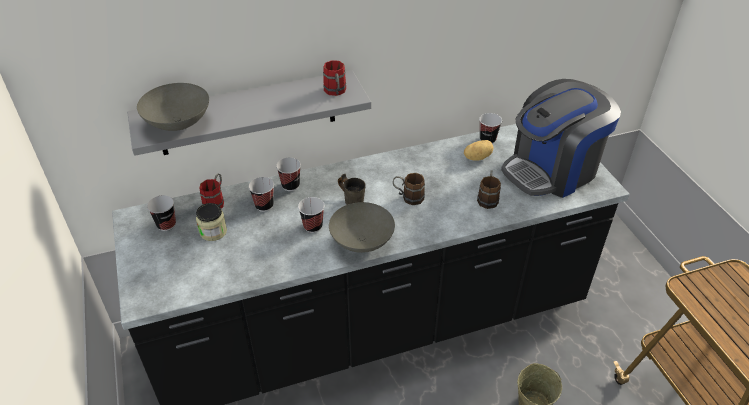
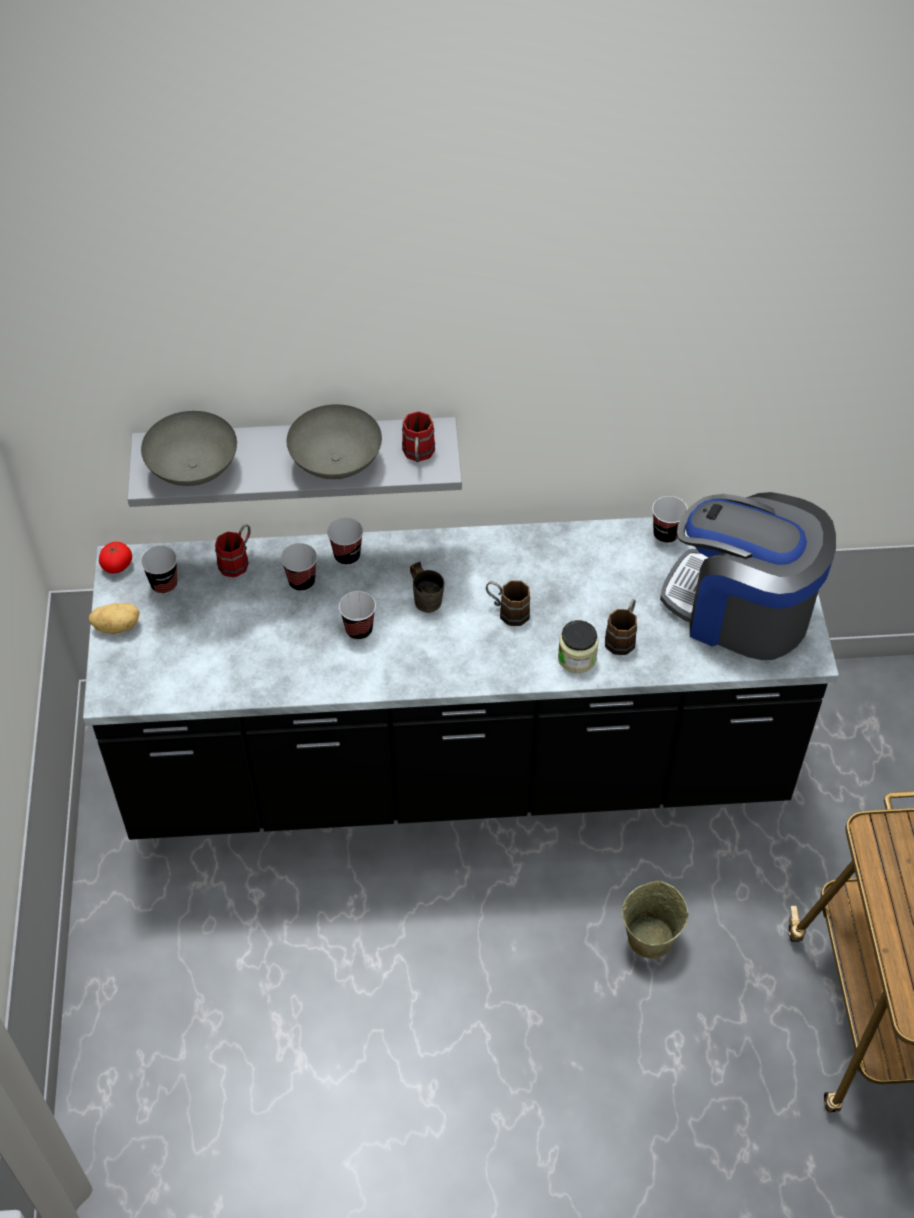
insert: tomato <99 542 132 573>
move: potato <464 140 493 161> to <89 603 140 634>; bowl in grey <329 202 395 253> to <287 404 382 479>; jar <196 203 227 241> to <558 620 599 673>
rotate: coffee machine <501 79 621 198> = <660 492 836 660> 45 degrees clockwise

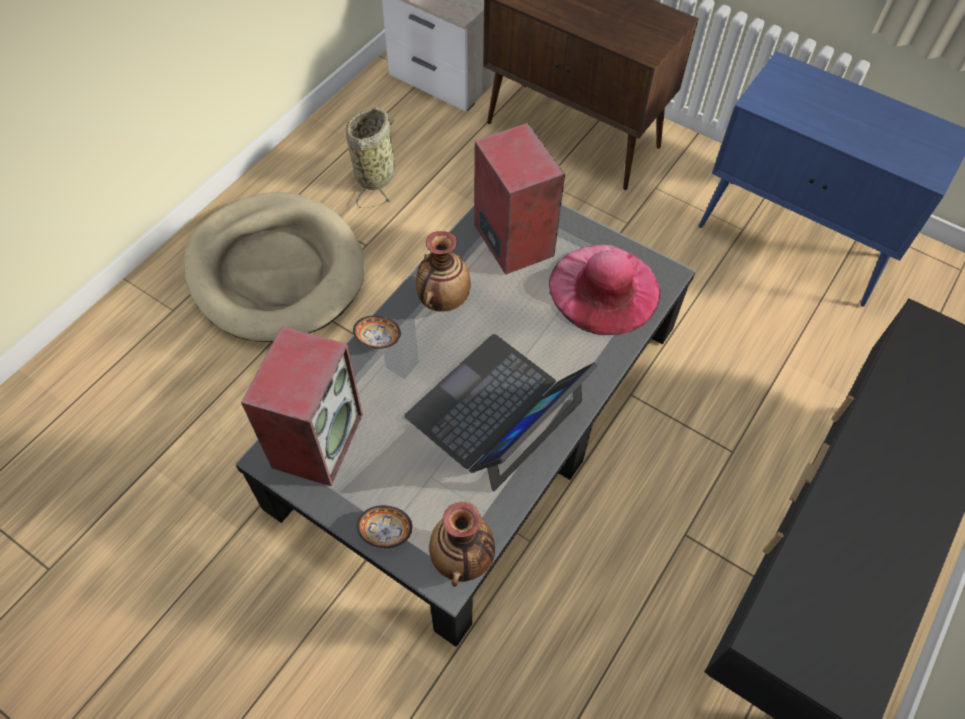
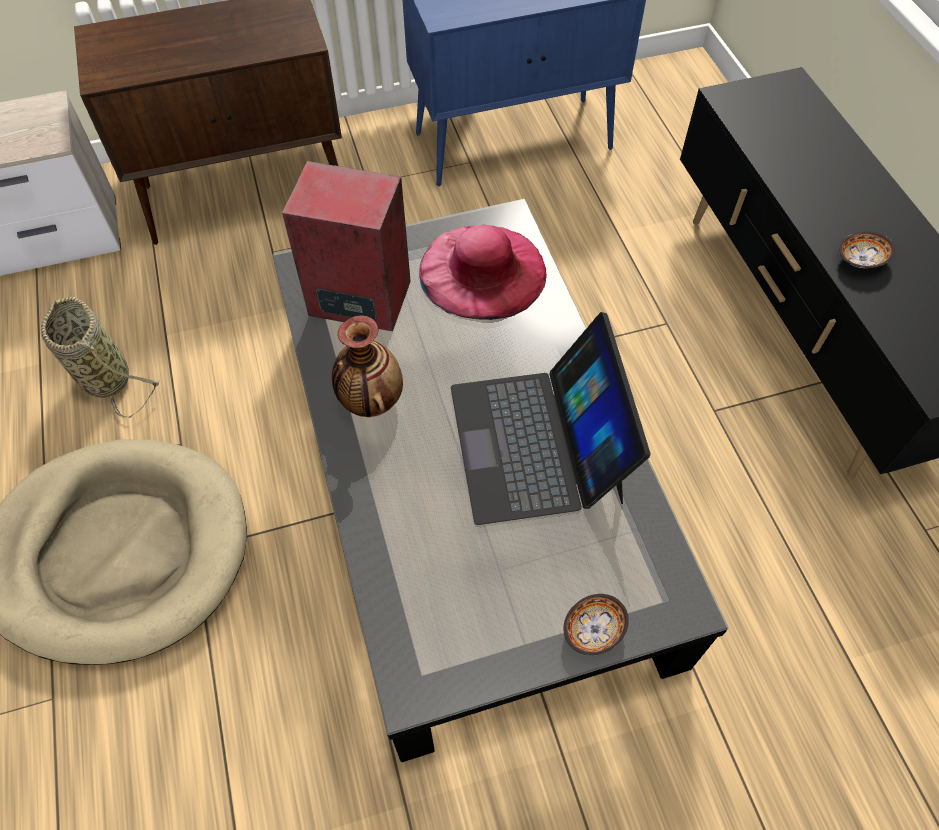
delete: speaker <241 326 363 486>; vase <429 502 495 587>
move: bowl <353 316 401 349> to <839 231 895 268>

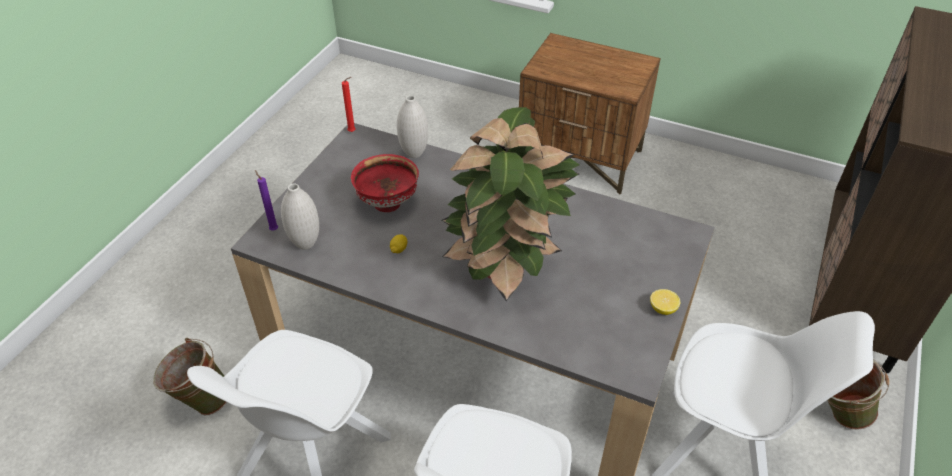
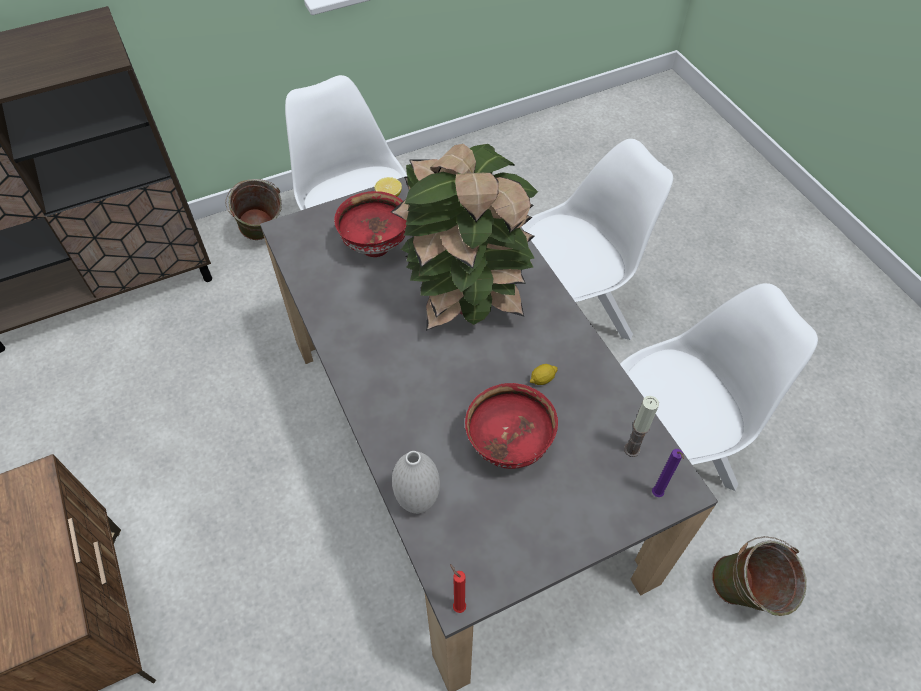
insert: bowl in red <334 191 406 257>
replace: vase in white <281 183 319 250> to candle <624 396 659 457>

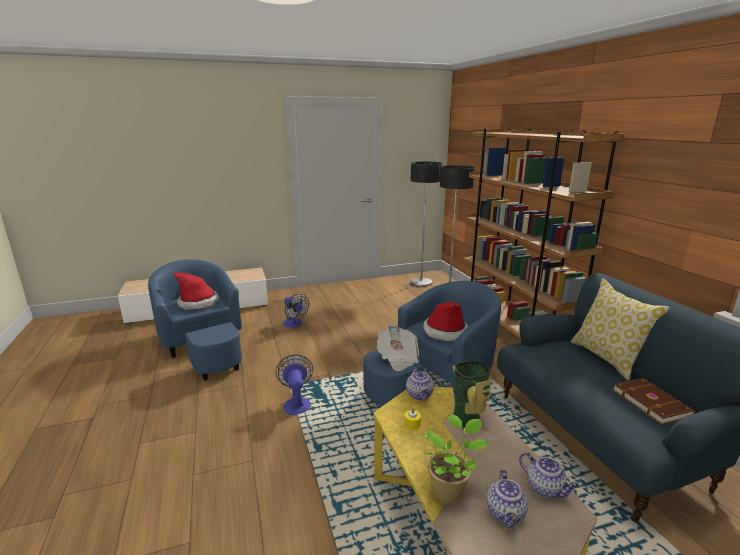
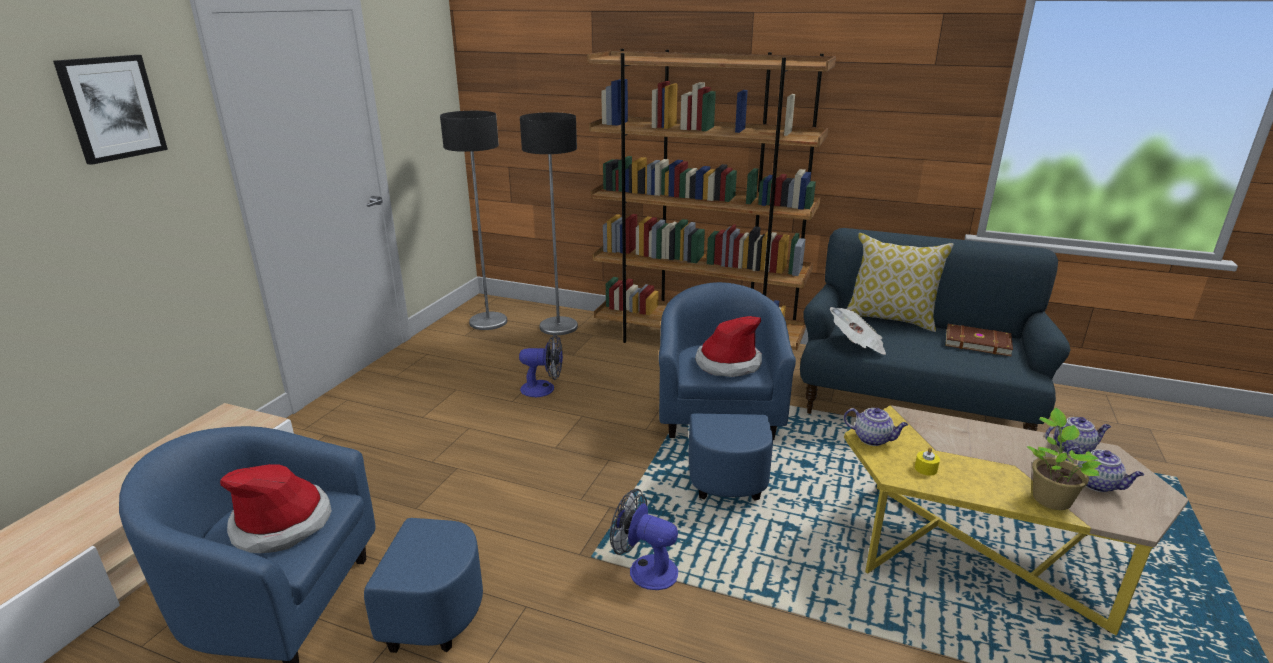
delete: vase <453 361 491 427>
insert: picture <53 55 168 165>
move: fan <283 294 309 328> to <519 334 563 397>; newspaper <376 325 419 371> to <830 307 886 355>

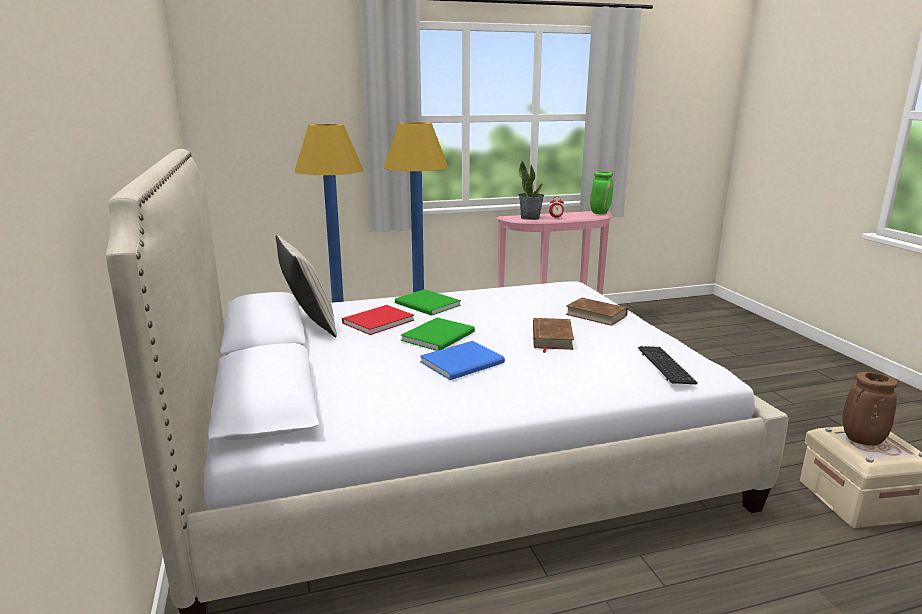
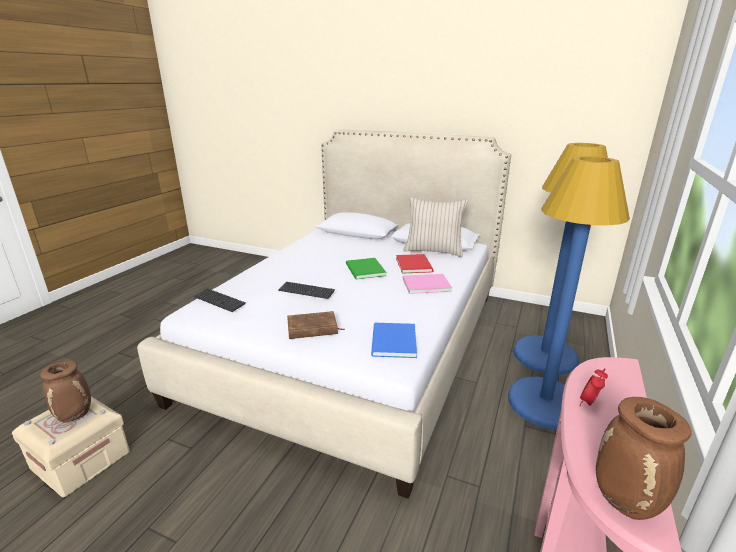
delete: potted plant <518 161 544 220>
move: book in blue <420 341 505 380> to <371 323 417 358>
replace: book in brown <533 318 574 353> to keyboard <278 282 335 299>
recolor: book in green <395 289 461 316> to book in pink <403 274 452 294>; vase in green <590 172 613 214> to vase in brown <596 397 692 520>

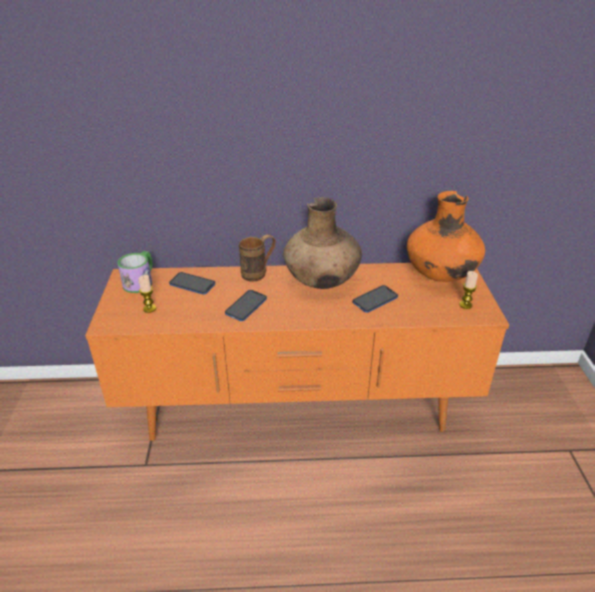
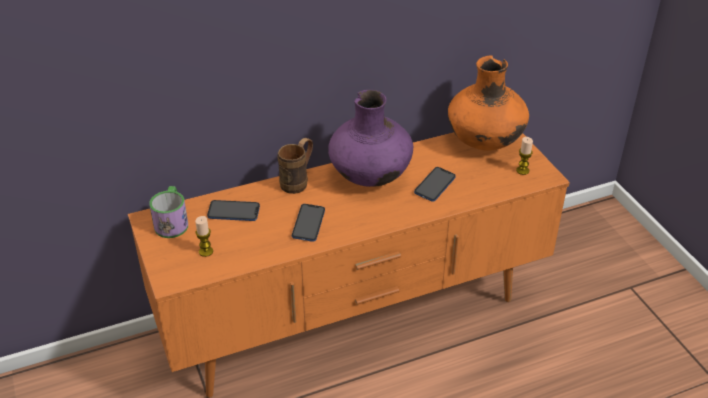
recolor: vase in brown <283 197 362 289> to vase in purple <328 90 413 187>

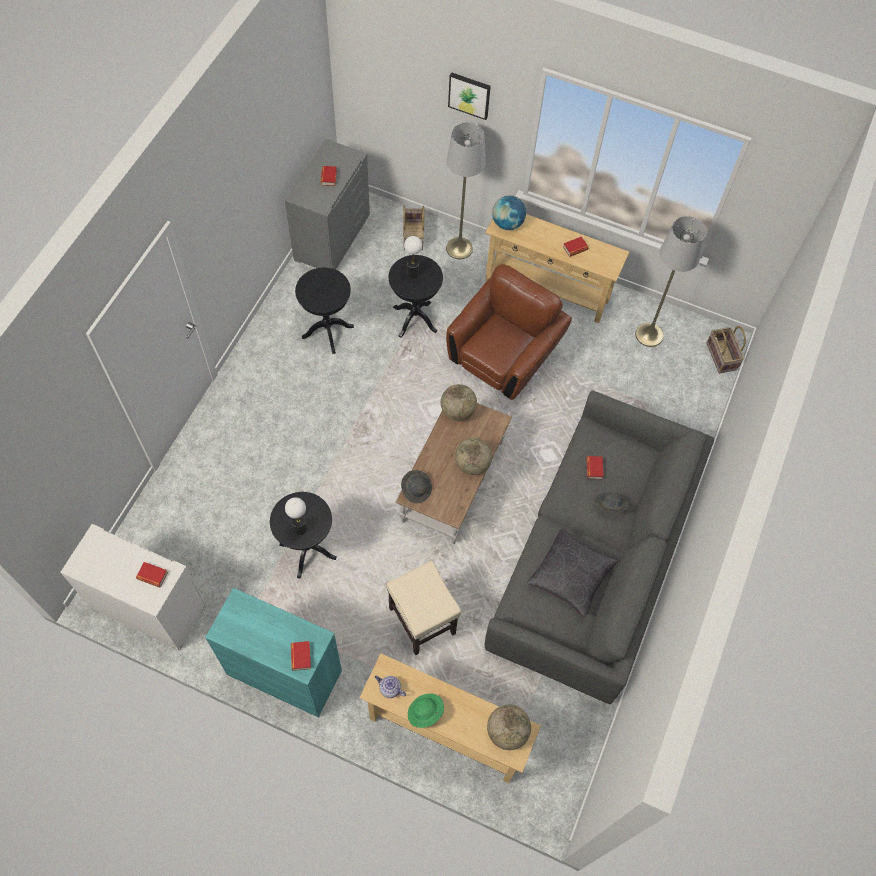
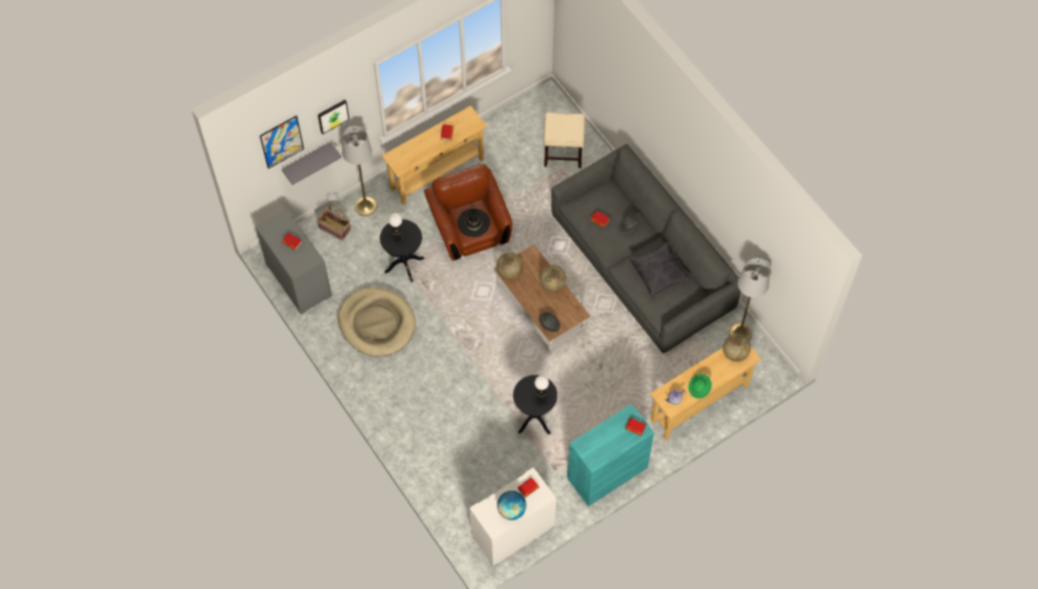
delete: basket <706 326 746 373>
insert: picture <260 115 304 169>; shelf in grey <282 142 342 185>; hat in black <457 209 490 237>
move: globe <492 196 526 230> to <497 491 526 520>; stool in beige <386 561 461 656> to <544 113 585 168>; floor lamp in grey <635 216 707 347> to <729 258 770 340>
replace: side table in black <295 268 354 354> to dog bed in beige <338 287 416 357>

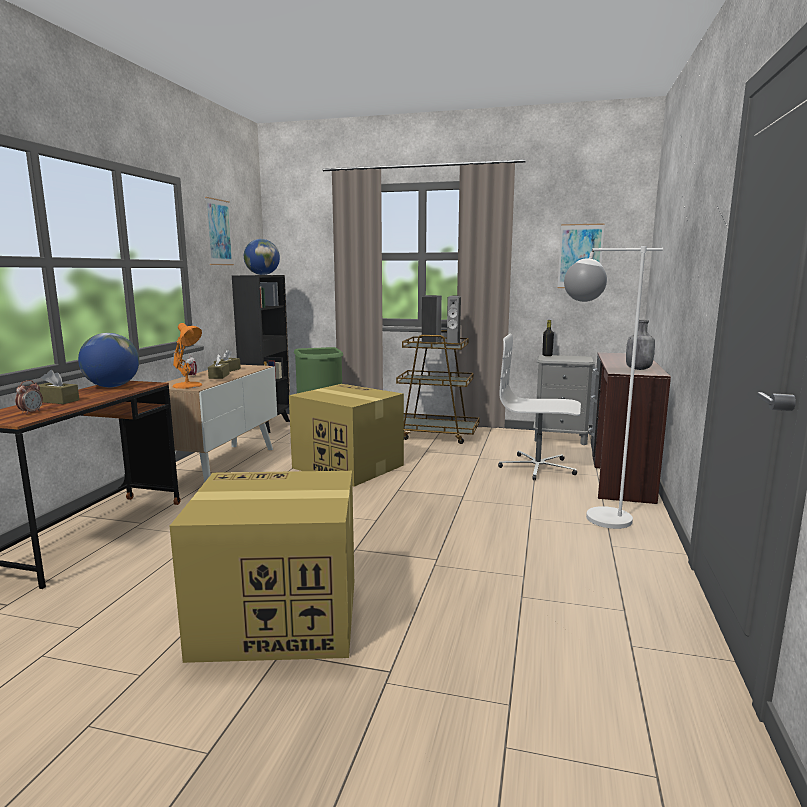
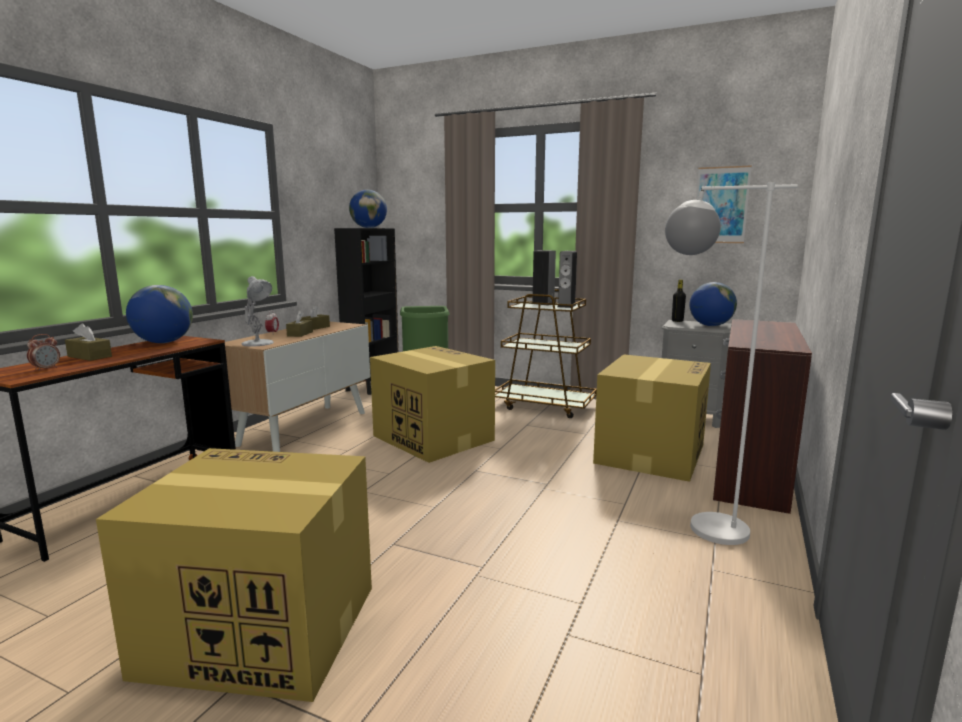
delete: picture <205 197 234 265>; bottle in grey <626 320 655 370>
insert: globe <689 282 737 326>
replace: office chair in white <498 334 581 480> to cardboard box <593 354 711 482>
recolor: table lamp in orange <172 323 202 389> to table lamp in white <242 276 274 346>

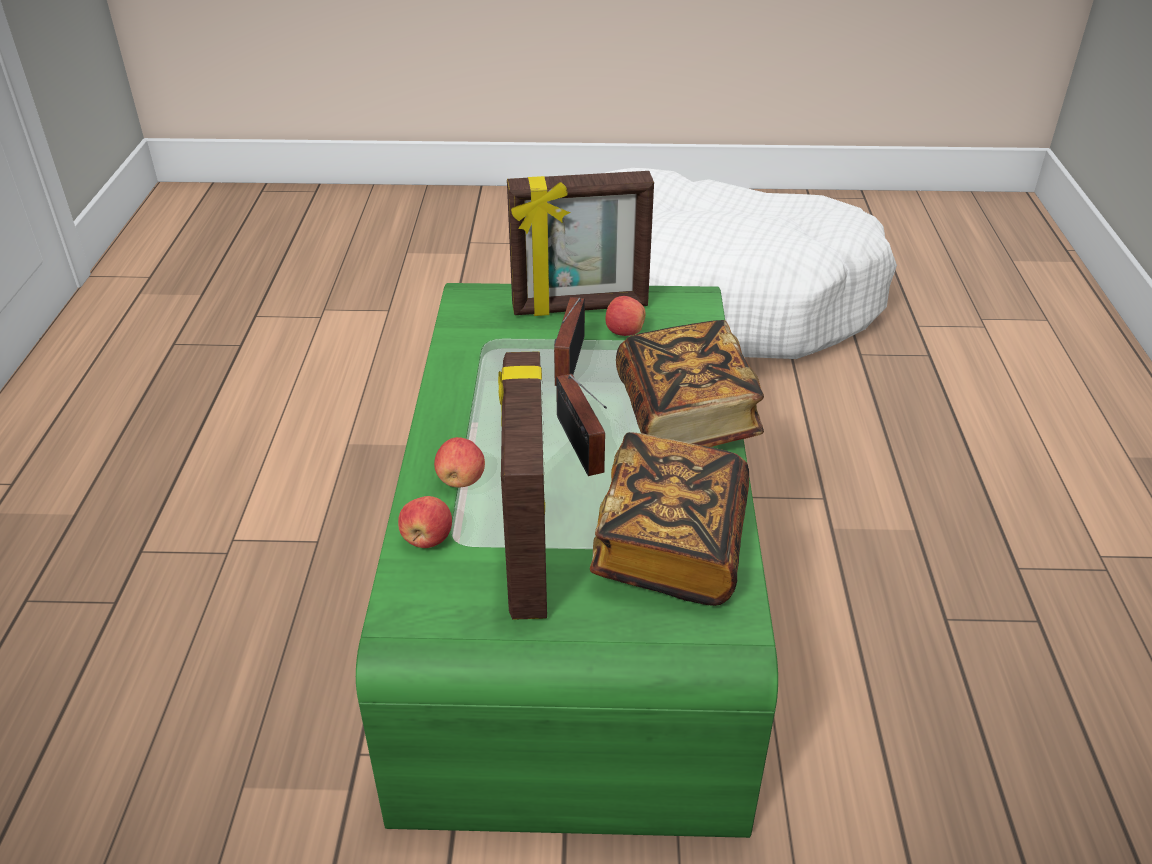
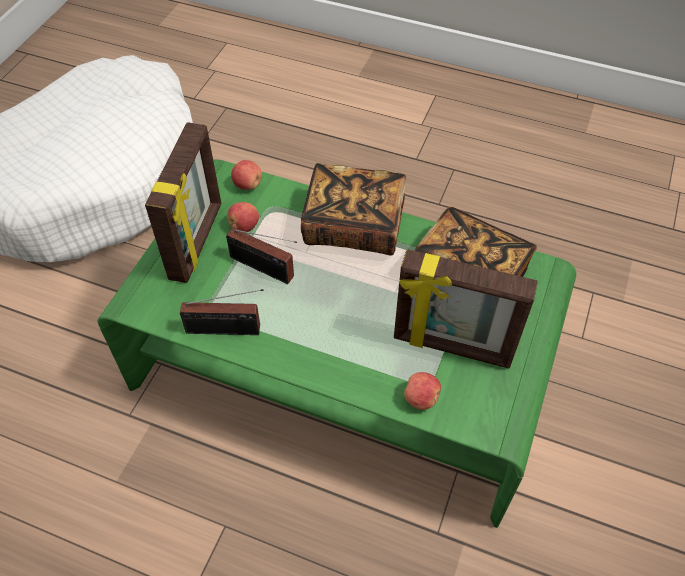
move: radio <556 374 607 476> to <180 289 263 335>; apple <434 437 485 488> to <231 160 262 190>

